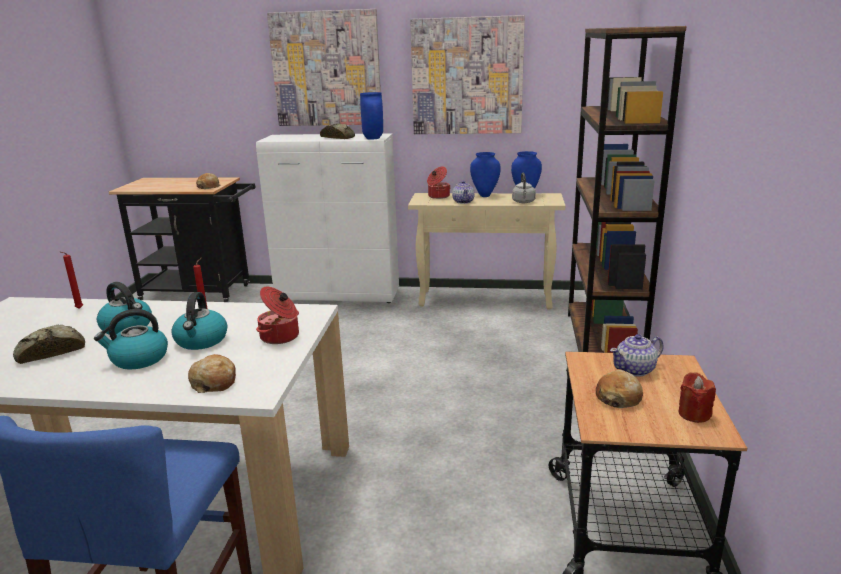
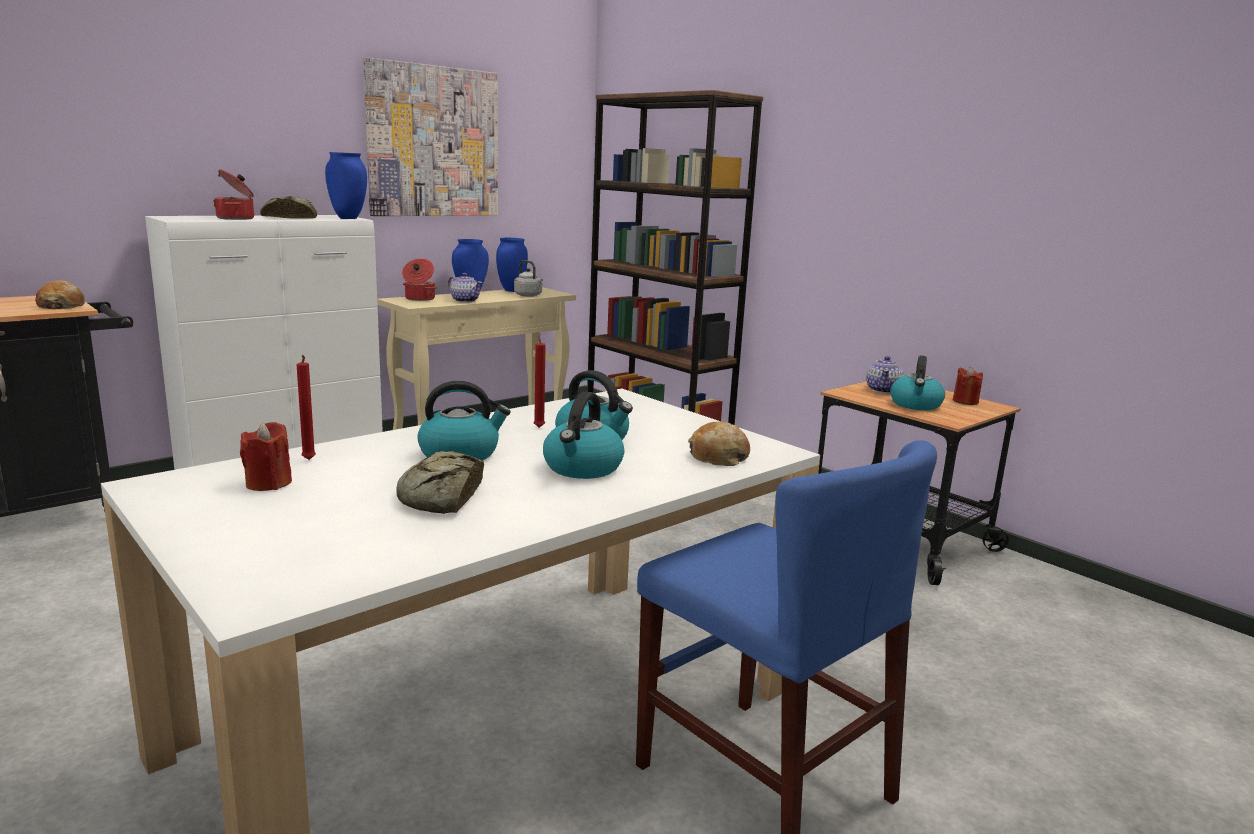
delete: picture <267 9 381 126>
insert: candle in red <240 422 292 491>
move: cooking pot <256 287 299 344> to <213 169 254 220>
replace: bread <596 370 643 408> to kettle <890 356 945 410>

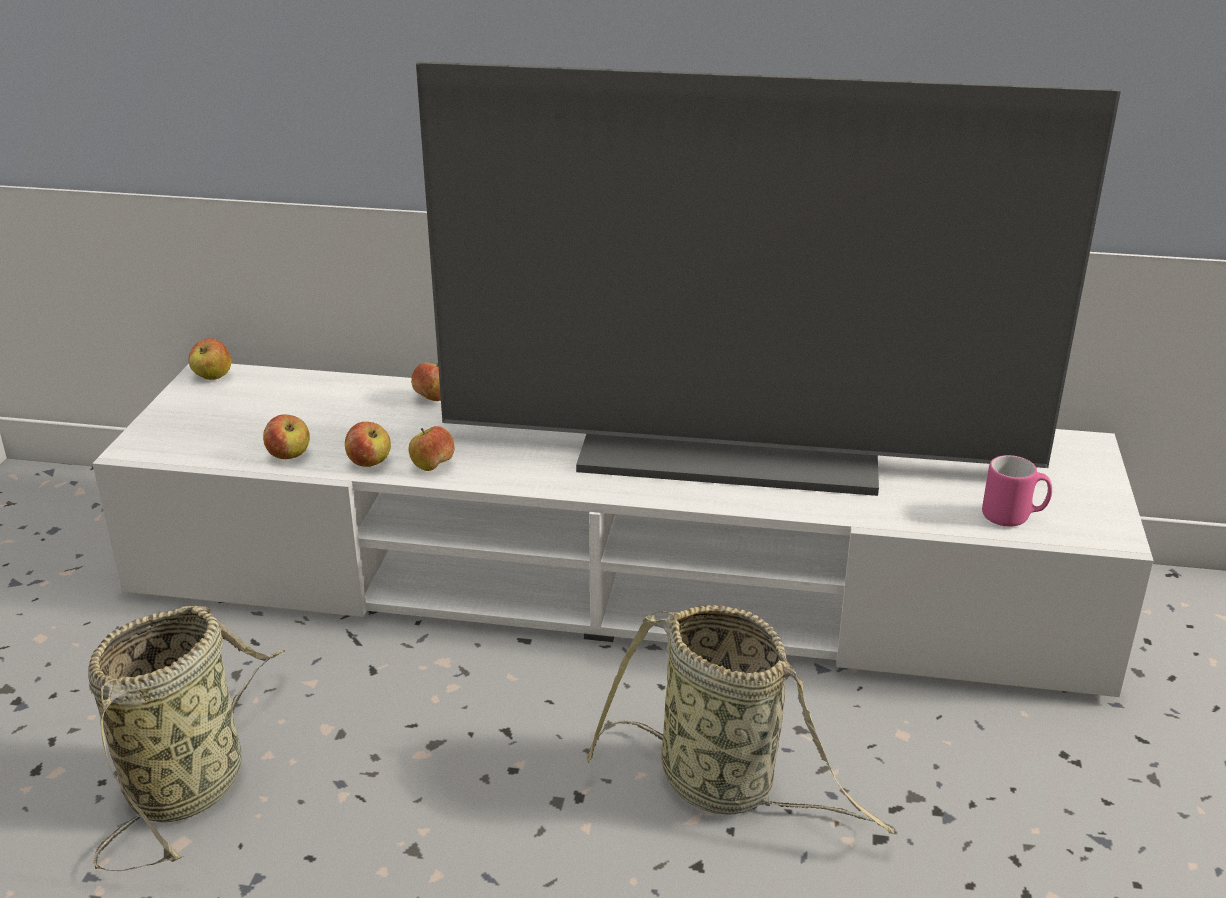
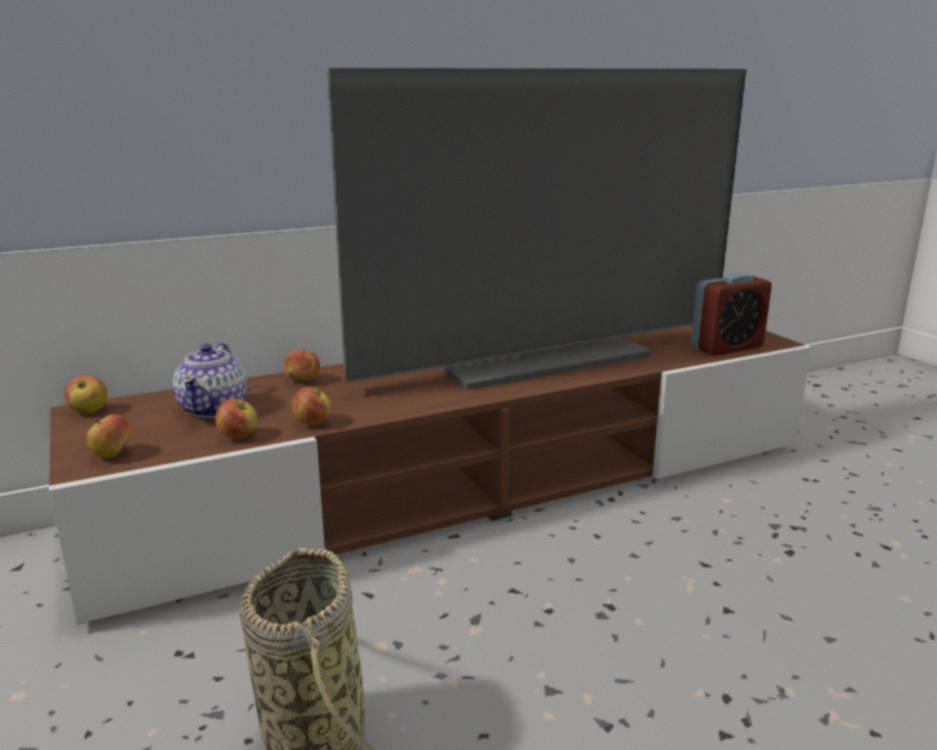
delete: basket <587 605 894 833>
insert: teapot <173 343 247 418>
move: apple <409 426 454 471> to <86 414 132 458>
replace: mug in pink <982 455 1052 527> to alarm clock <691 272 772 356>
recolor: tv stand in white <92 364 1154 697> to tv stand in brown <49 325 811 625>

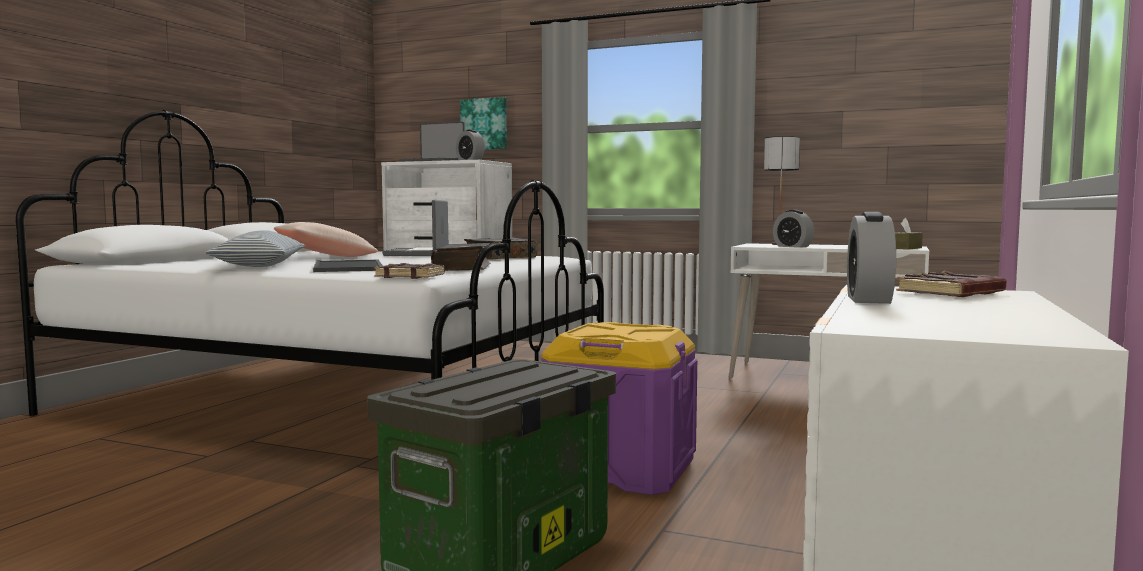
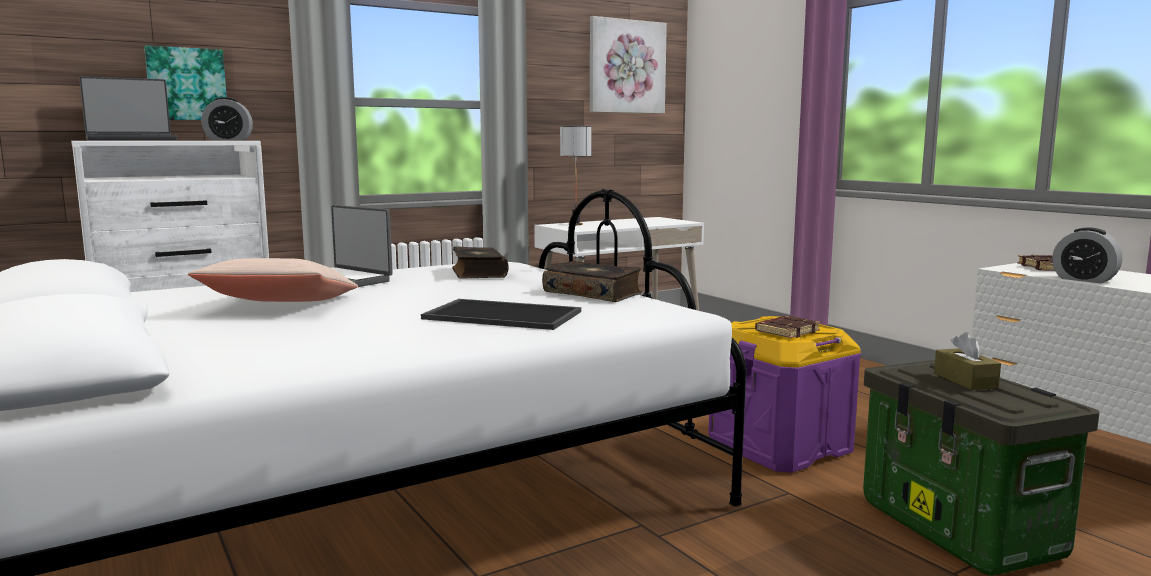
delete: pillow <205 230 305 267>; alarm clock <773 210 814 248>
insert: picture <590 16 667 114>
move: book in brown <374 263 445 279> to <755 316 820 338>; tissue box in brown <895 218 923 250> to <934 332 1001 390>

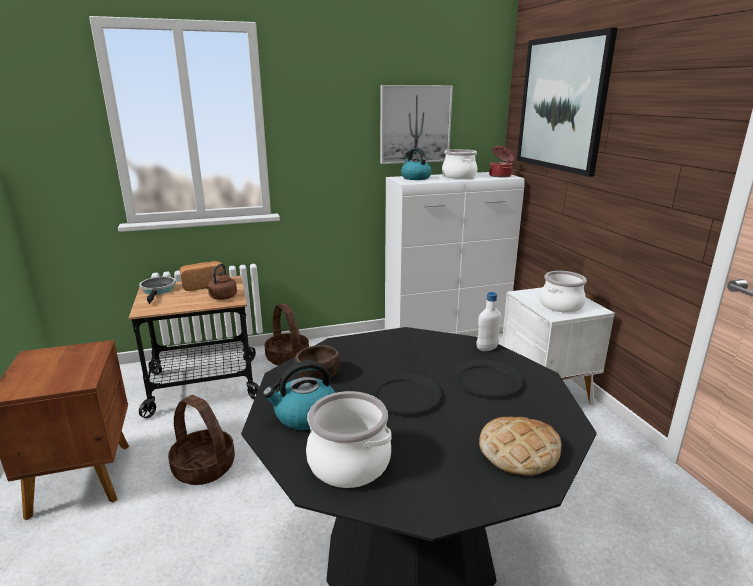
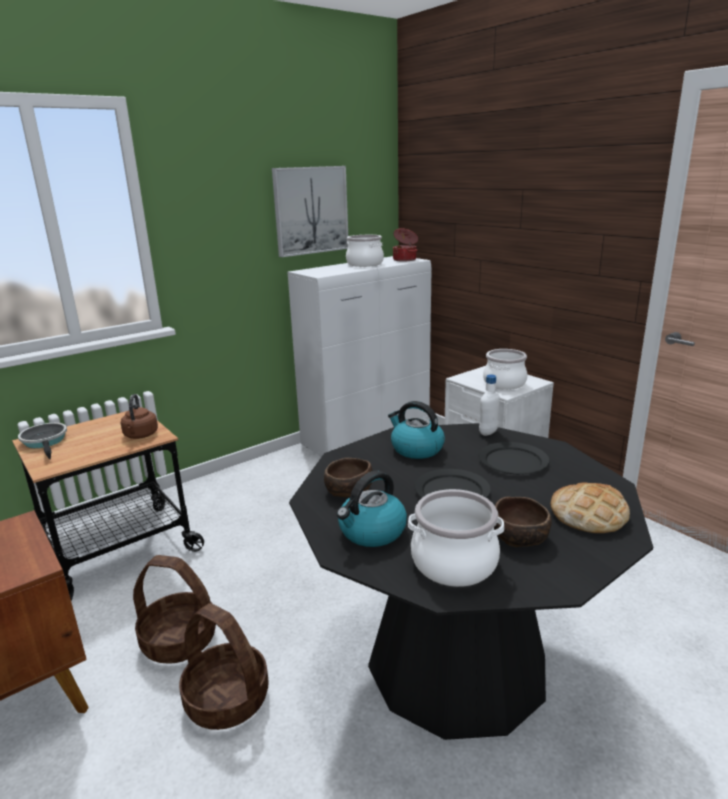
delete: bread <180 261 227 291>; picture <517 27 617 177>
insert: bowl in brown <494 497 552 547>
move: basket <264 303 309 366> to <179 603 269 730>; kettle <401 148 432 180> to <388 401 445 459>

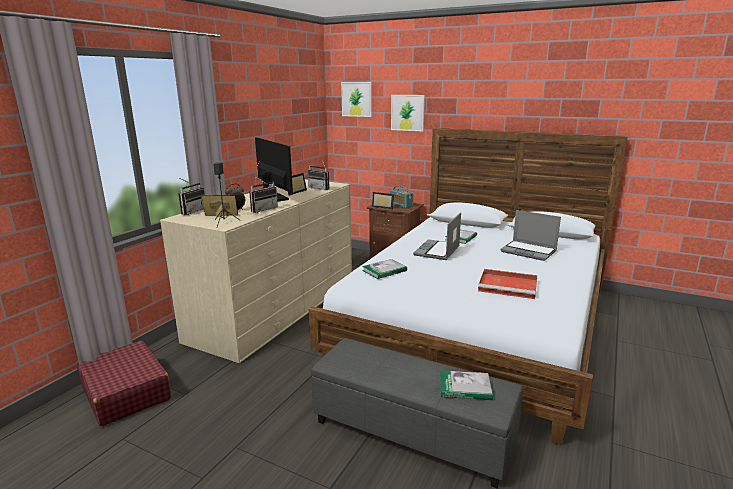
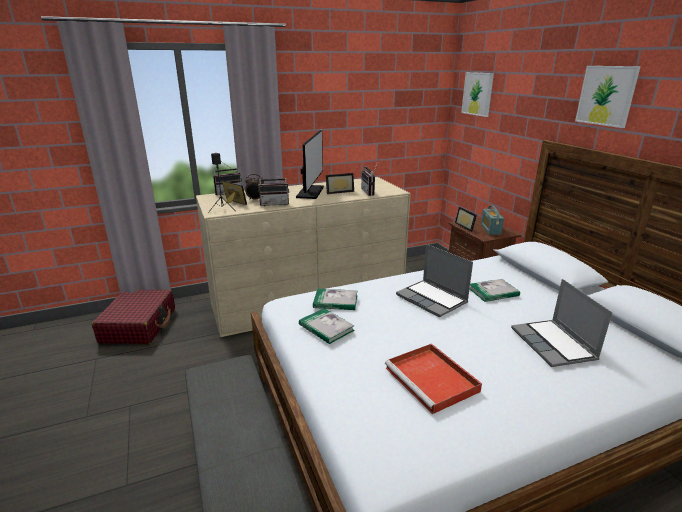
move: book <440 370 493 400> to <299 308 355 344>; picture <391 95 425 132> to <575 66 641 128>
rotate: laptop <413 212 461 260> = <396 244 473 317> 105 degrees counterclockwise

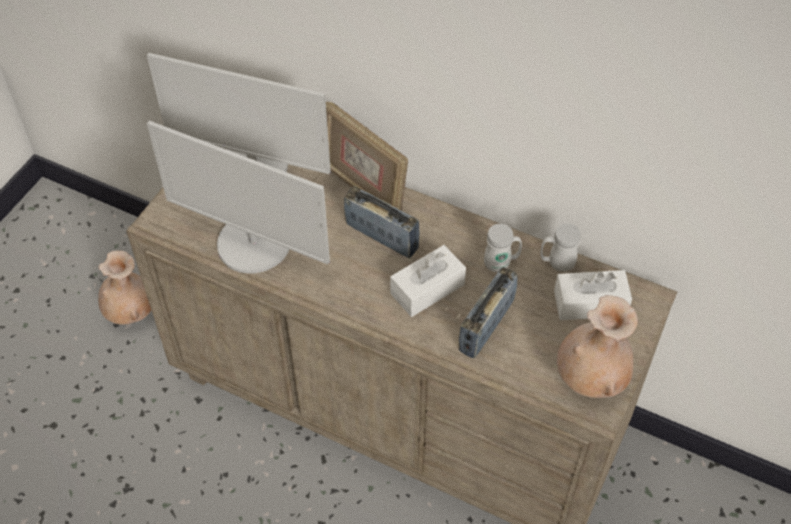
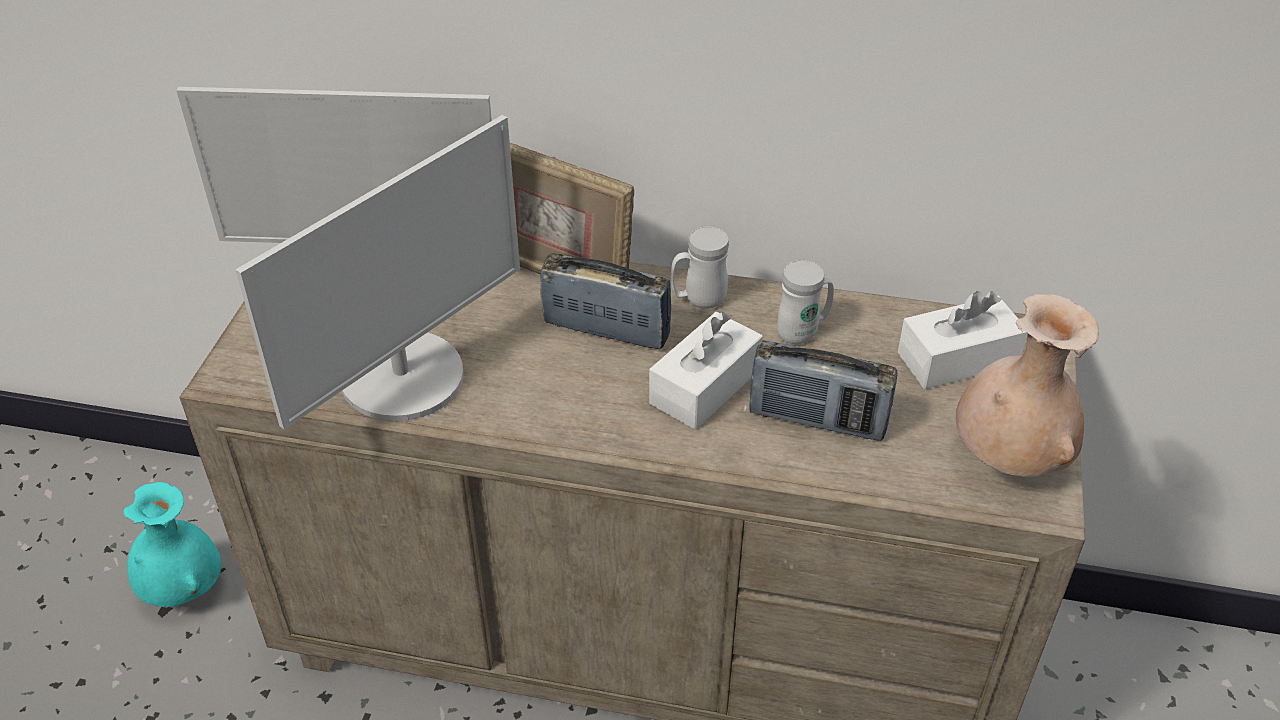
move: mug in white <540 223 581 272> to <671 226 729 309>
recolor: vase in beige <98 250 151 325> to vase in turquoise <124 482 221 607>
rotate: monitor <147 121 330 274> = <235 115 520 430> 60 degrees counterclockwise; radio <459 267 517 358> = <749 340 898 441> 90 degrees counterclockwise

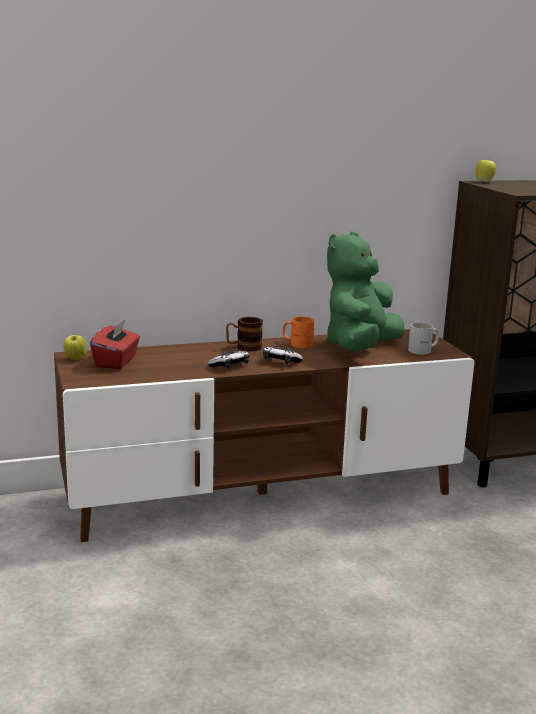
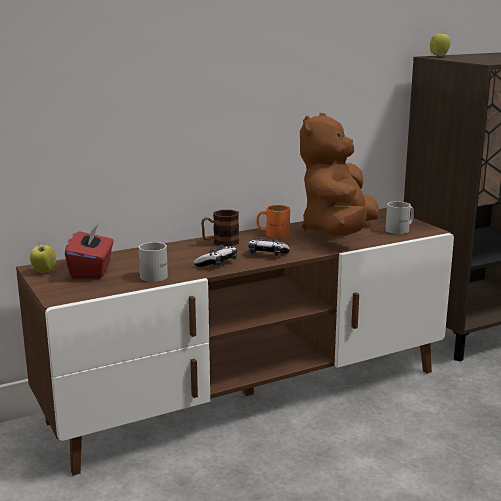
insert: mug in white <139 242 168 282>
recolor: plush toy in green <327 231 405 351> to plush toy in brown <300 113 379 236>

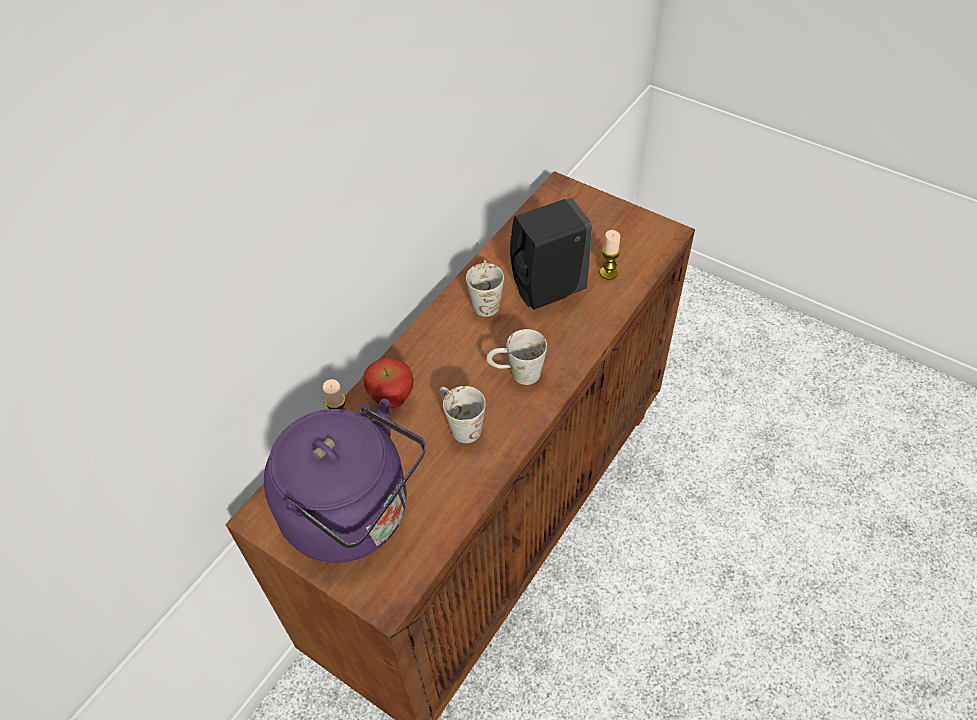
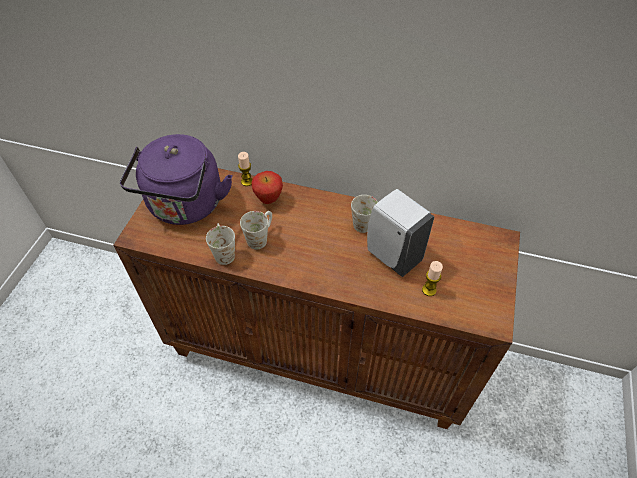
move: mug in white <486 329 547 385> to <206 223 235 265>
recolor: soap dispenser in black <510 198 592 310> to soap dispenser in white <367 189 435 277>

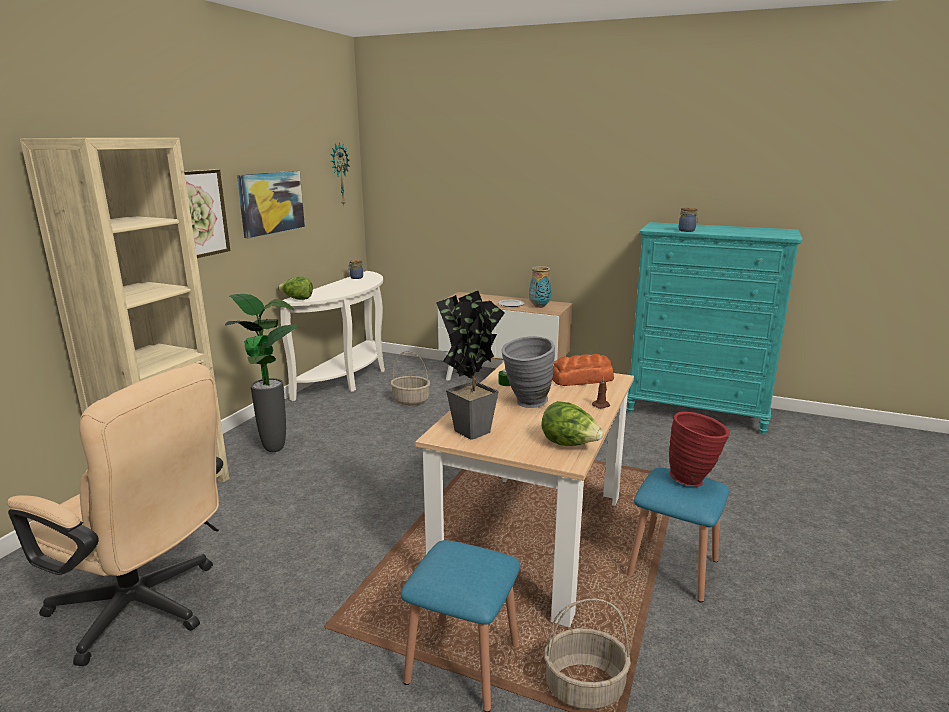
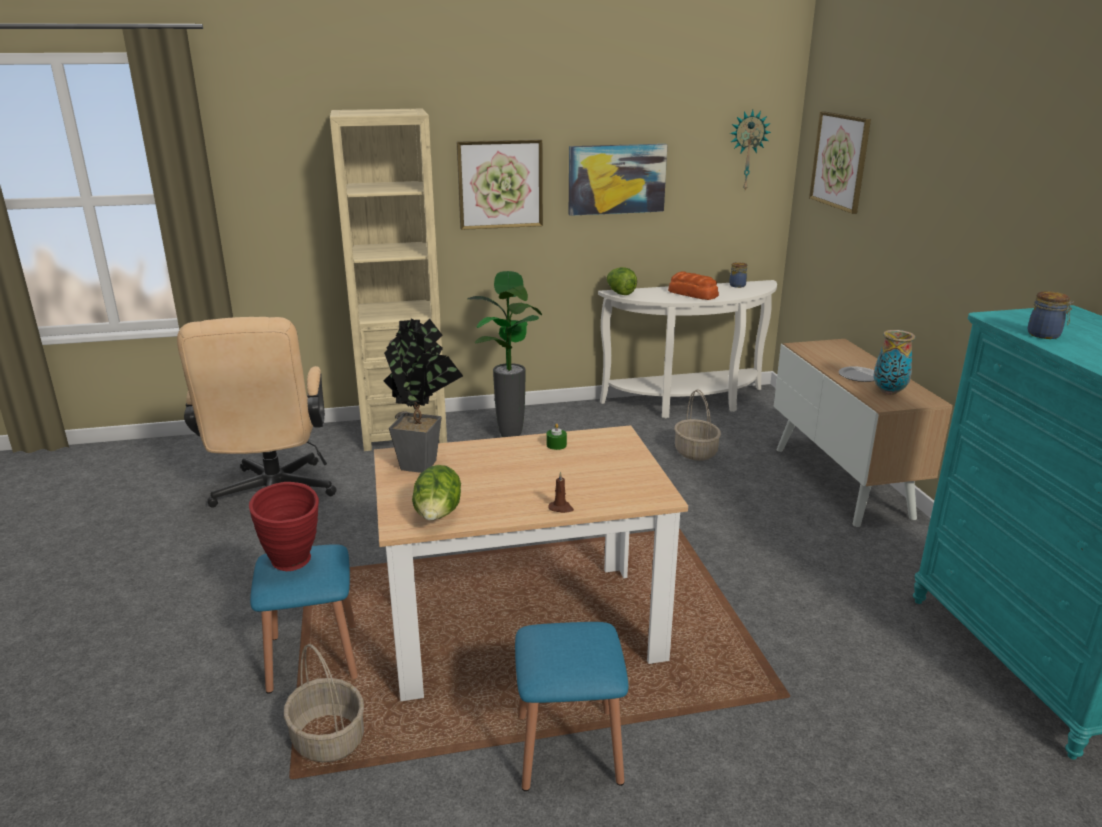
delete: vase in grey <501 336 555 408>
insert: picture <809 111 871 214>
move: vase in red <669 412 730 487> to <249 482 319 571>; bread <552 354 614 386> to <668 272 719 300>

